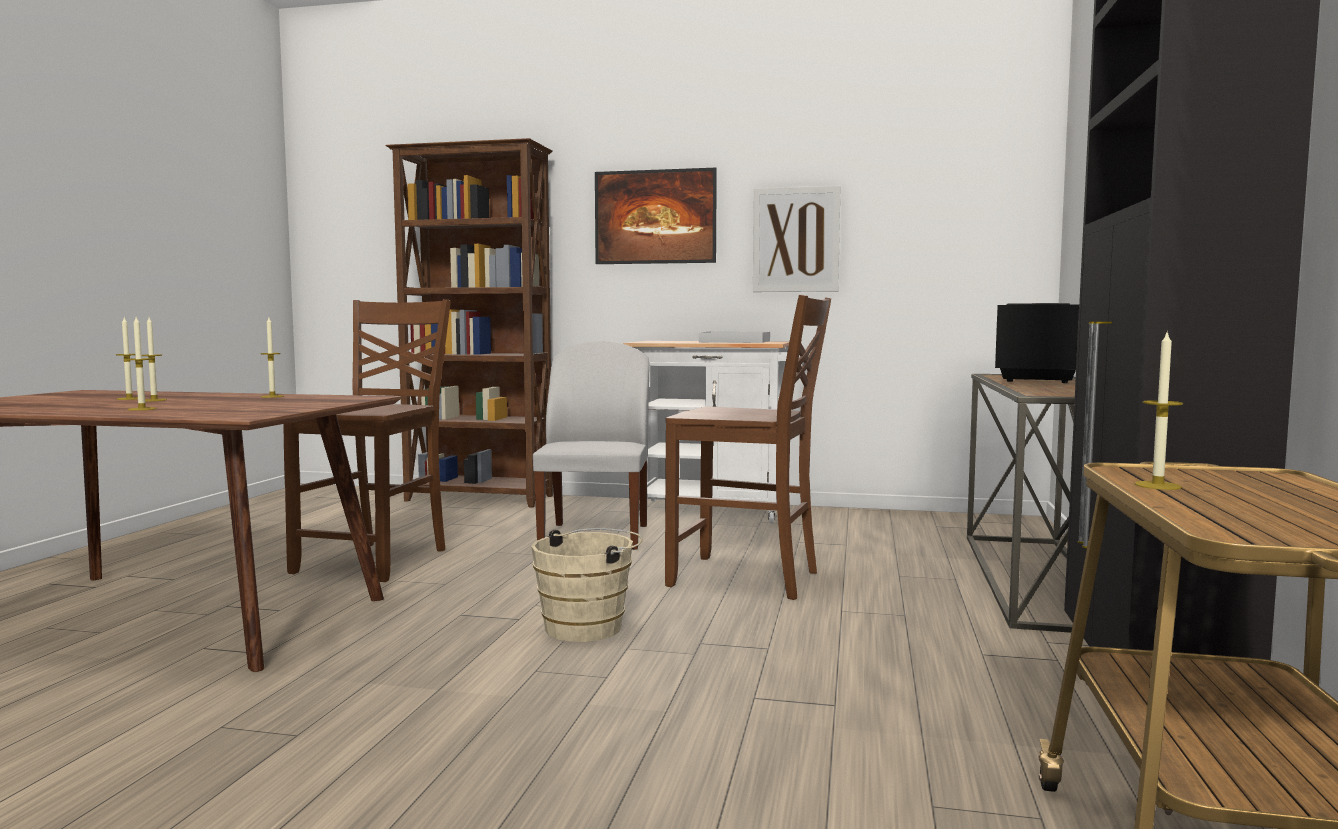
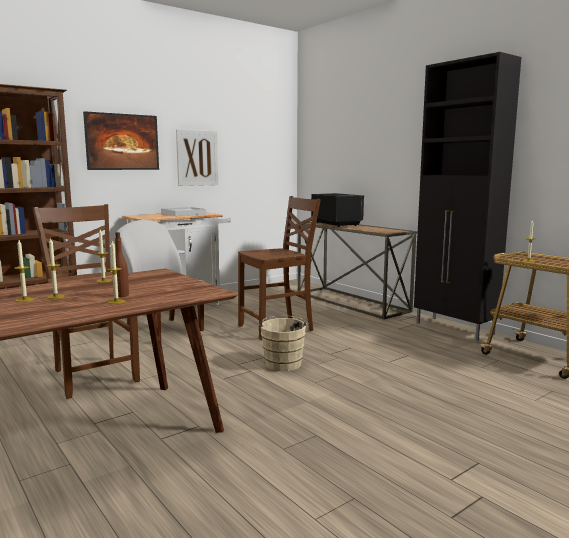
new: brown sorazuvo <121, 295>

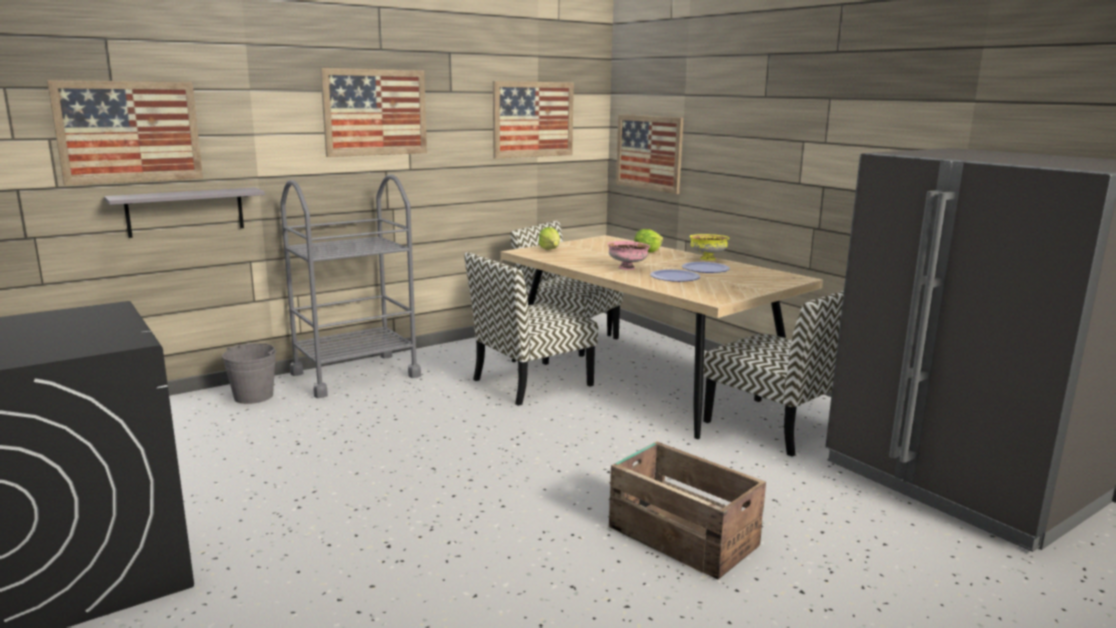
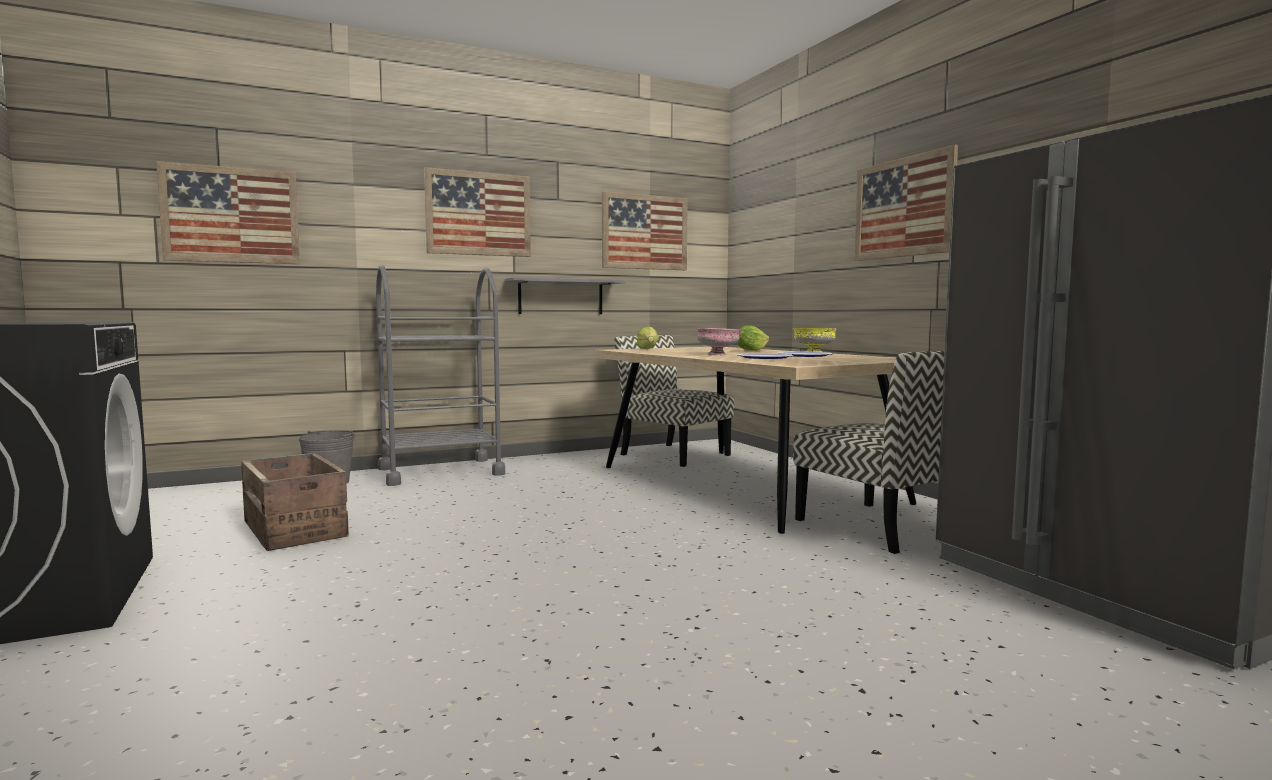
gone: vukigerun <531, 383>
shifted: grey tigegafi <185, 212> to <561, 297>; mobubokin <681, 536> to <295, 529>; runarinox <648, 152> to <903, 208>

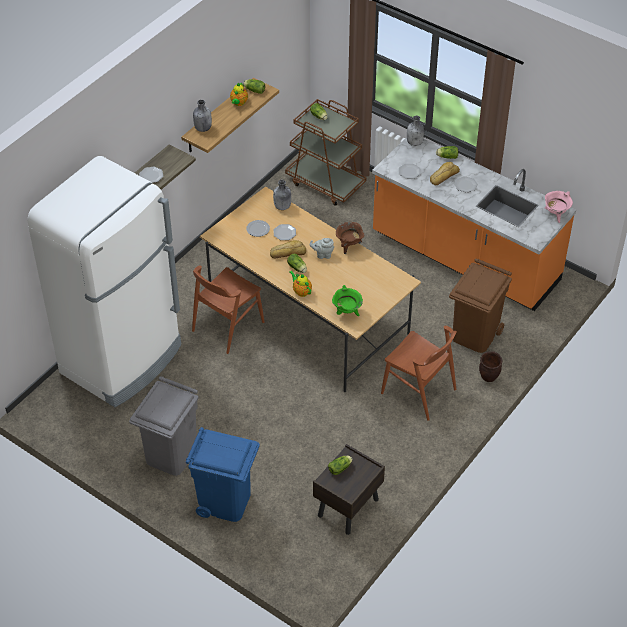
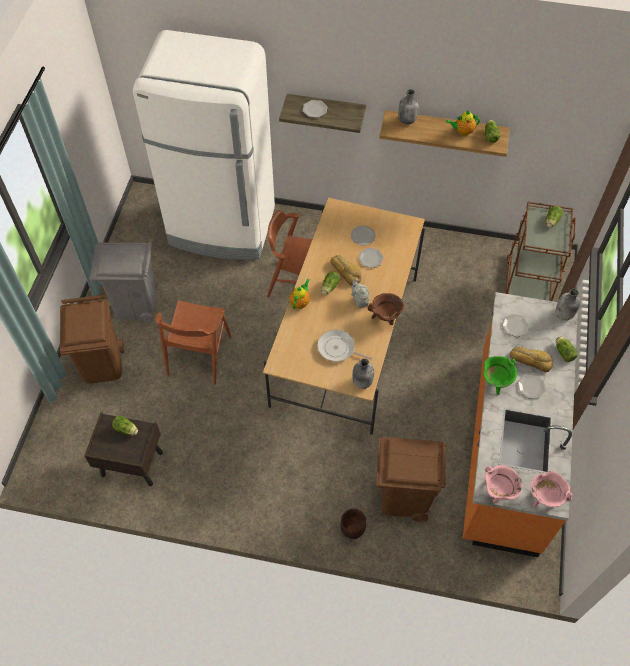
new: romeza <338, 349>; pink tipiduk <498, 491>
shifted: grey sorazuvo <282, 207> to <362, 382>; green tipiduk <347, 312> to <495, 382>; brown vukigerun <419, 391> to <199, 355>
repainted: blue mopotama <226, 501> to brown mopotama <102, 364>

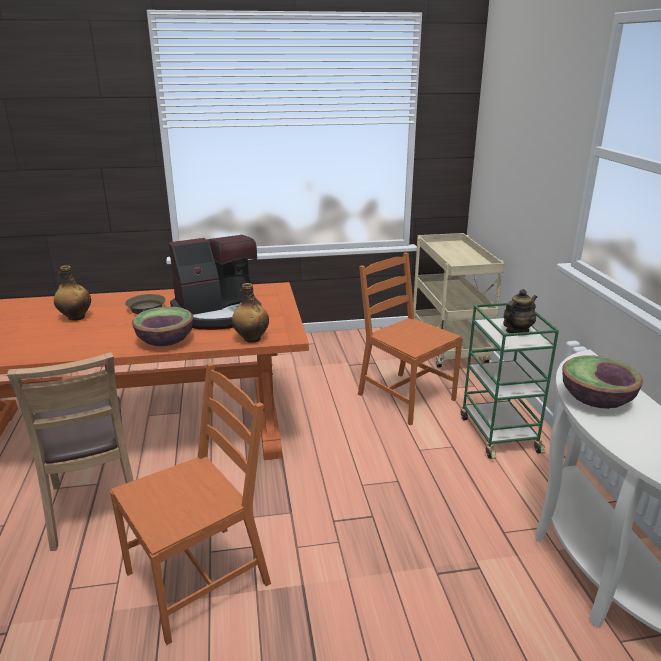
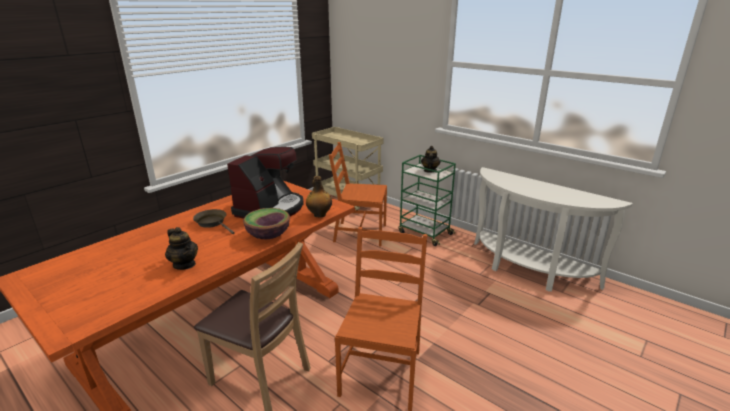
gone: sorazuvo <75, 317>; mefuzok <596, 400>
new: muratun <184, 264>

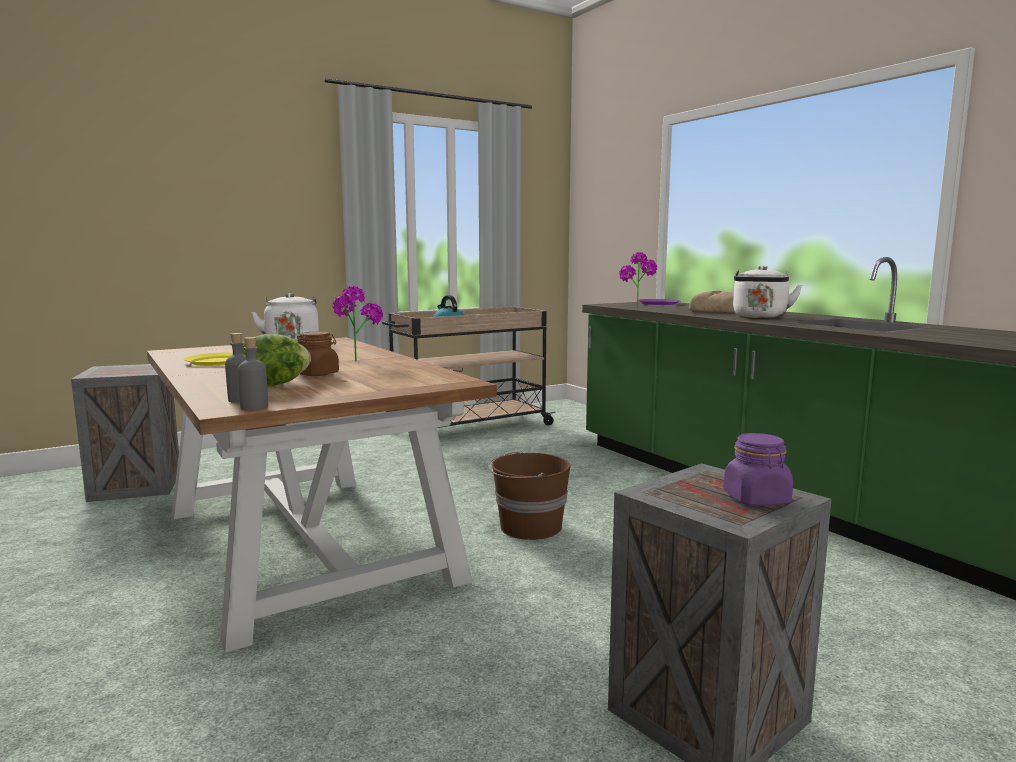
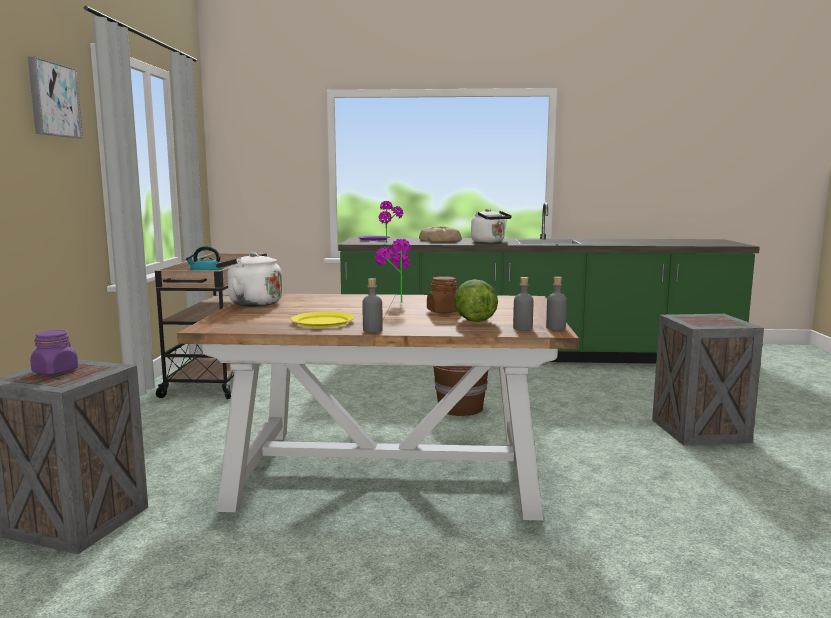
new: runarinox <53, 100>; grey sorazuvo <372, 330>
shifted: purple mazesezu <756, 499> to <55, 371>

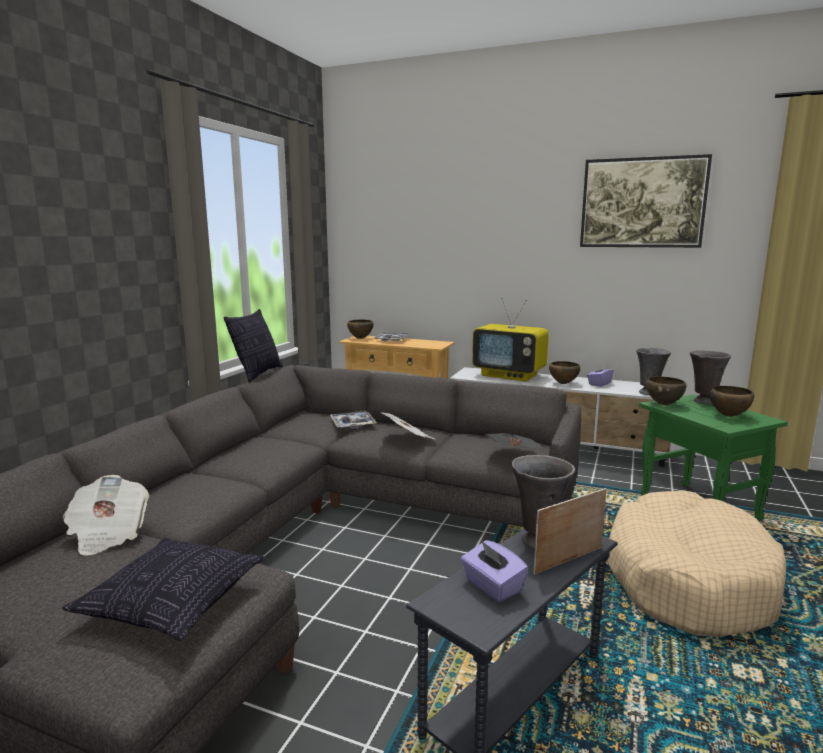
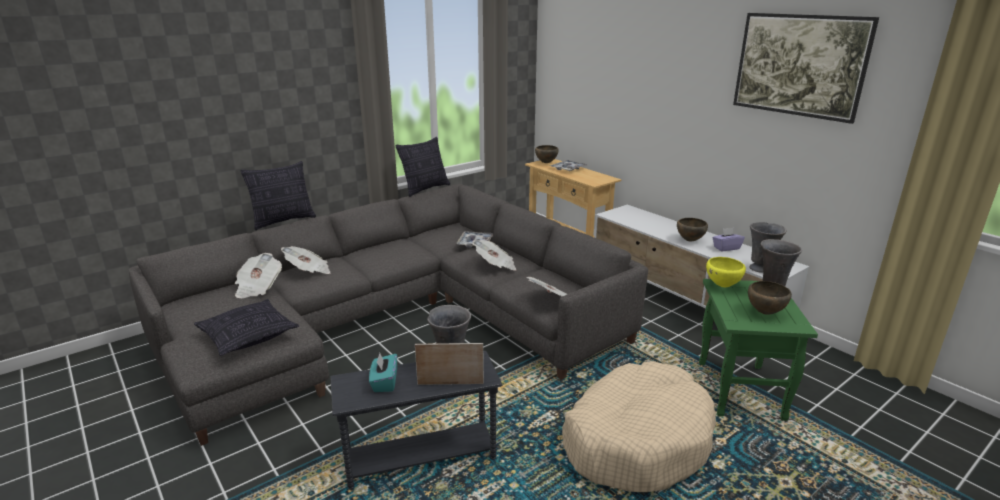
gone: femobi <510, 375>
new: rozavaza <283, 221>; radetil <309, 271>
repainted: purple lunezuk <492, 586> to turquoise lunezuk <384, 382>; brown mefuzok <663, 404> to yellow mefuzok <723, 285>

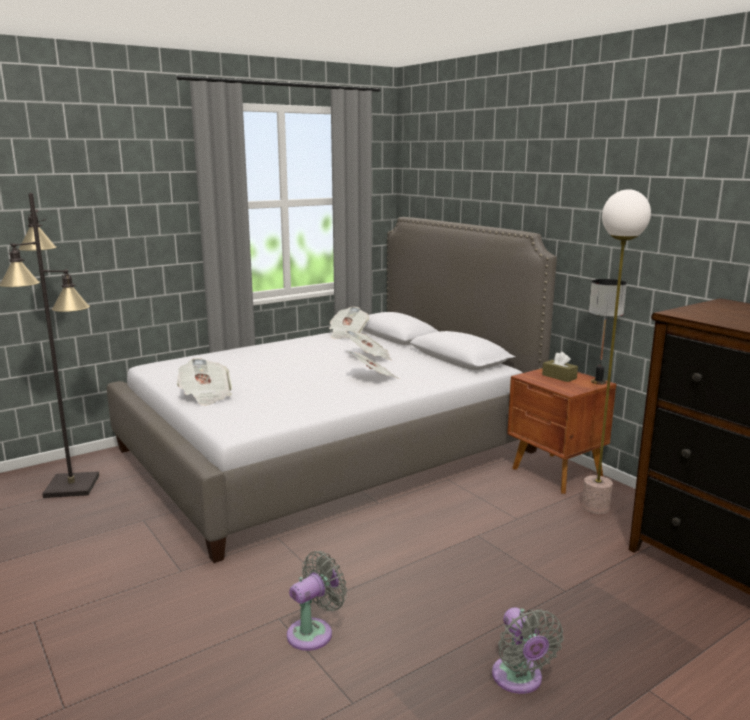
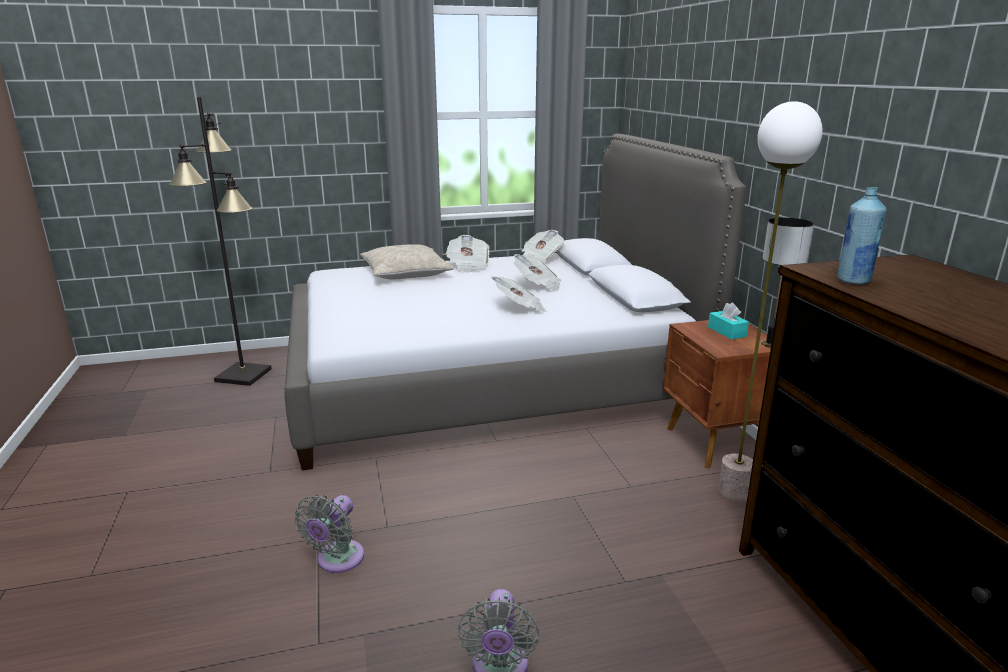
new: beige rozavaza <406, 273>; blue sorazuvo <853, 281>
shifted: radetil <206, 396> to <468, 266>
repainted: brown lunezuk <559, 377> to turquoise lunezuk <726, 332>
rotated: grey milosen <314, 632> = <337, 560> 135 degrees clockwise

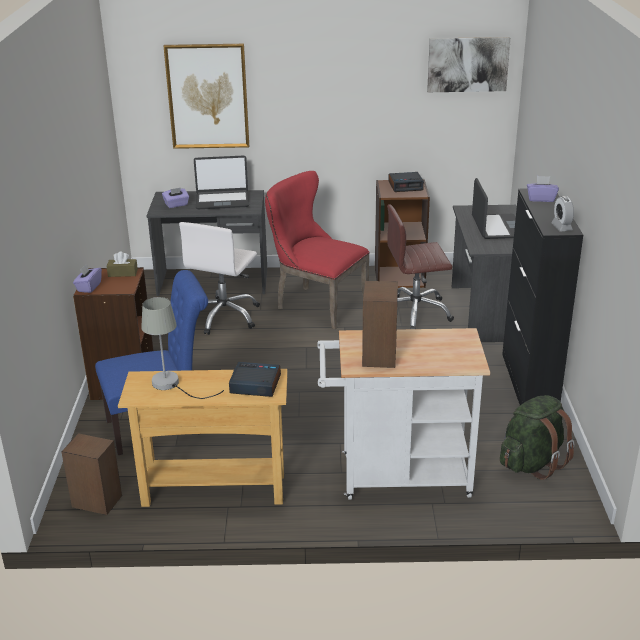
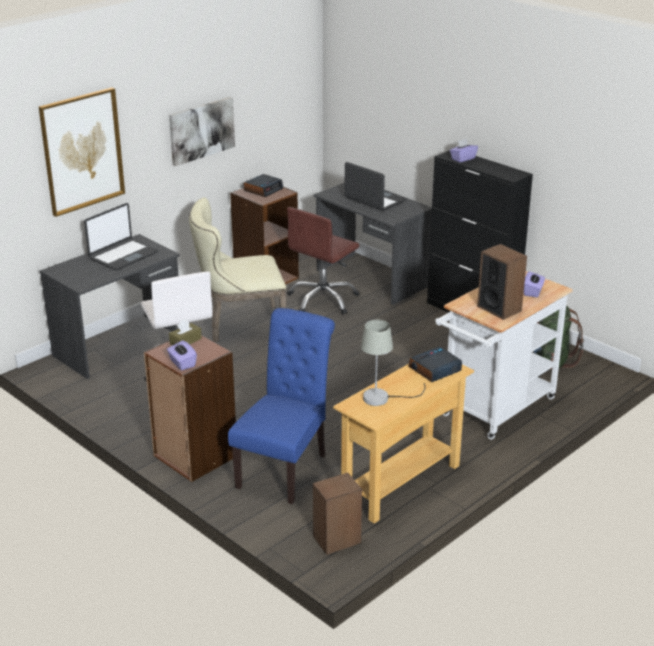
gone: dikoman <561, 227>
shifted: purple lunezuk <176, 205> to <533, 292>; runarinox <468, 64> to <201, 130>
repainted: red vukigerun <316, 304> to beige vukigerun <239, 326>

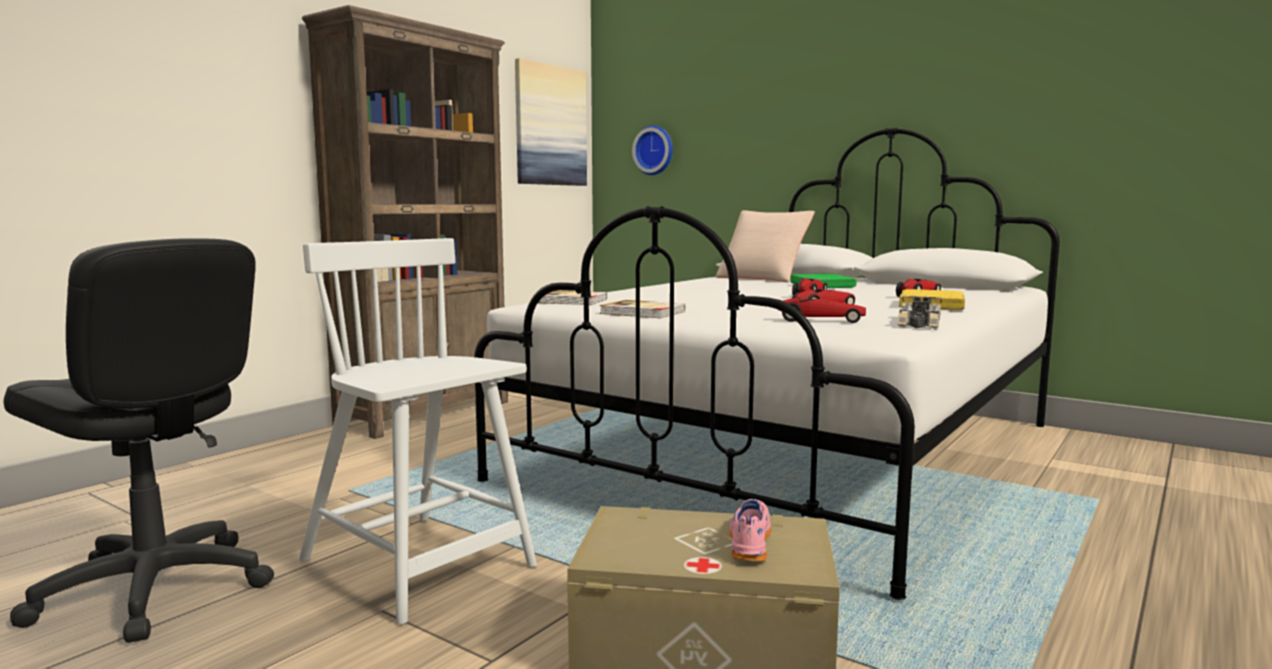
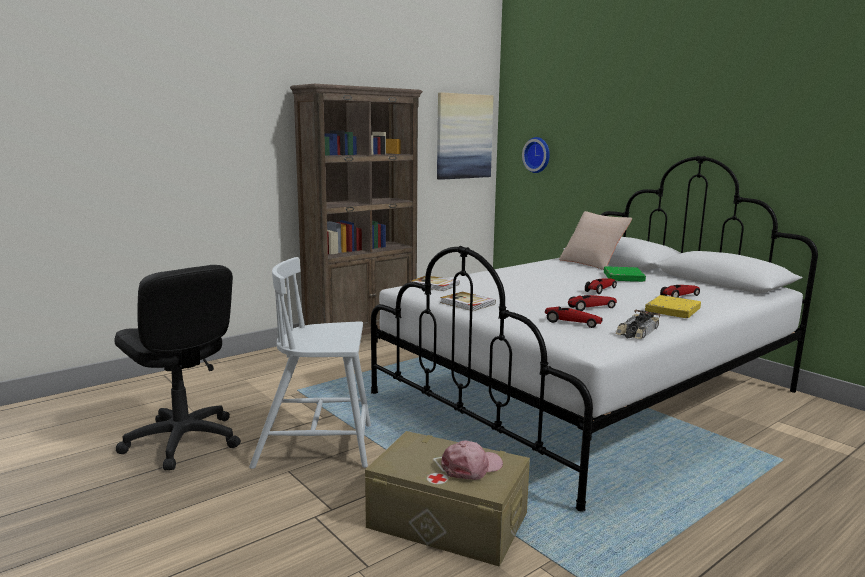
swapped: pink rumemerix <748, 542> to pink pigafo <472, 467>
rotated: white vukigerun <419, 565> = <317, 446> 60 degrees counterclockwise

